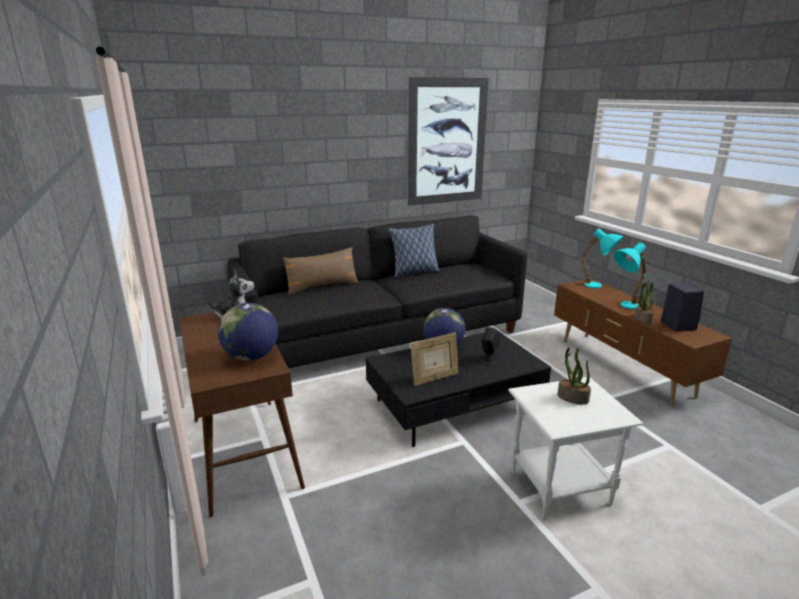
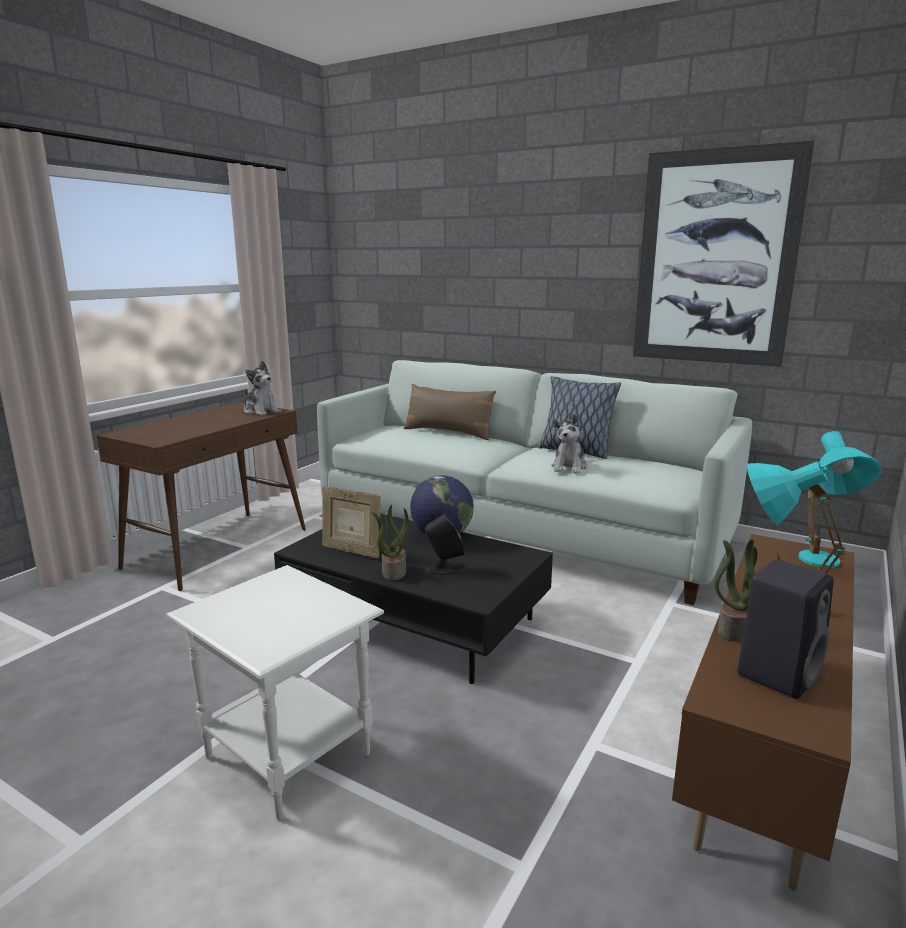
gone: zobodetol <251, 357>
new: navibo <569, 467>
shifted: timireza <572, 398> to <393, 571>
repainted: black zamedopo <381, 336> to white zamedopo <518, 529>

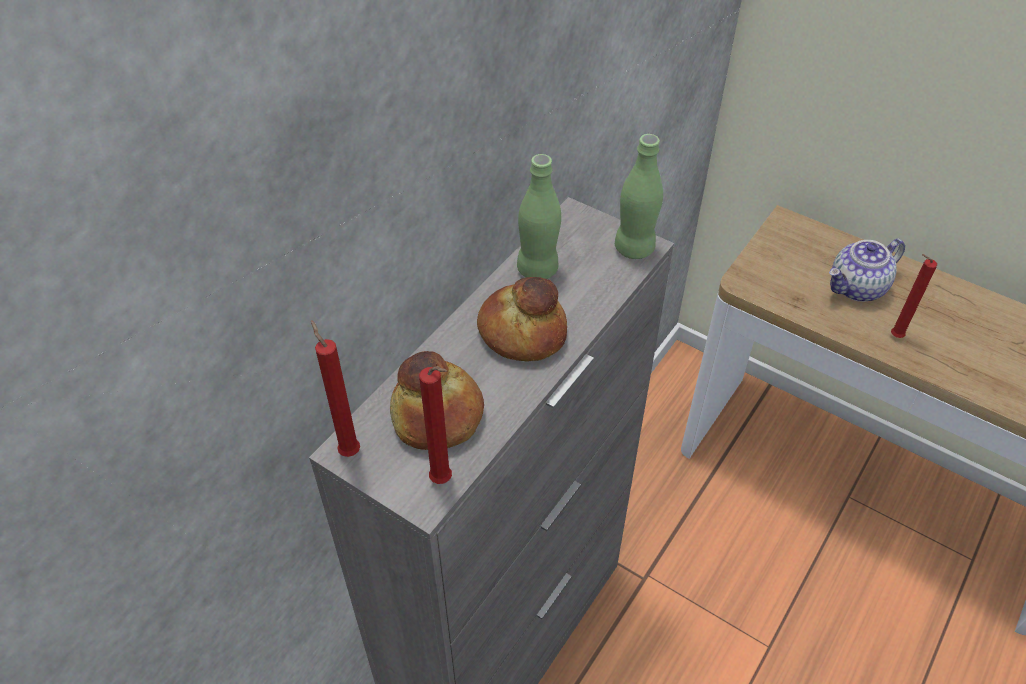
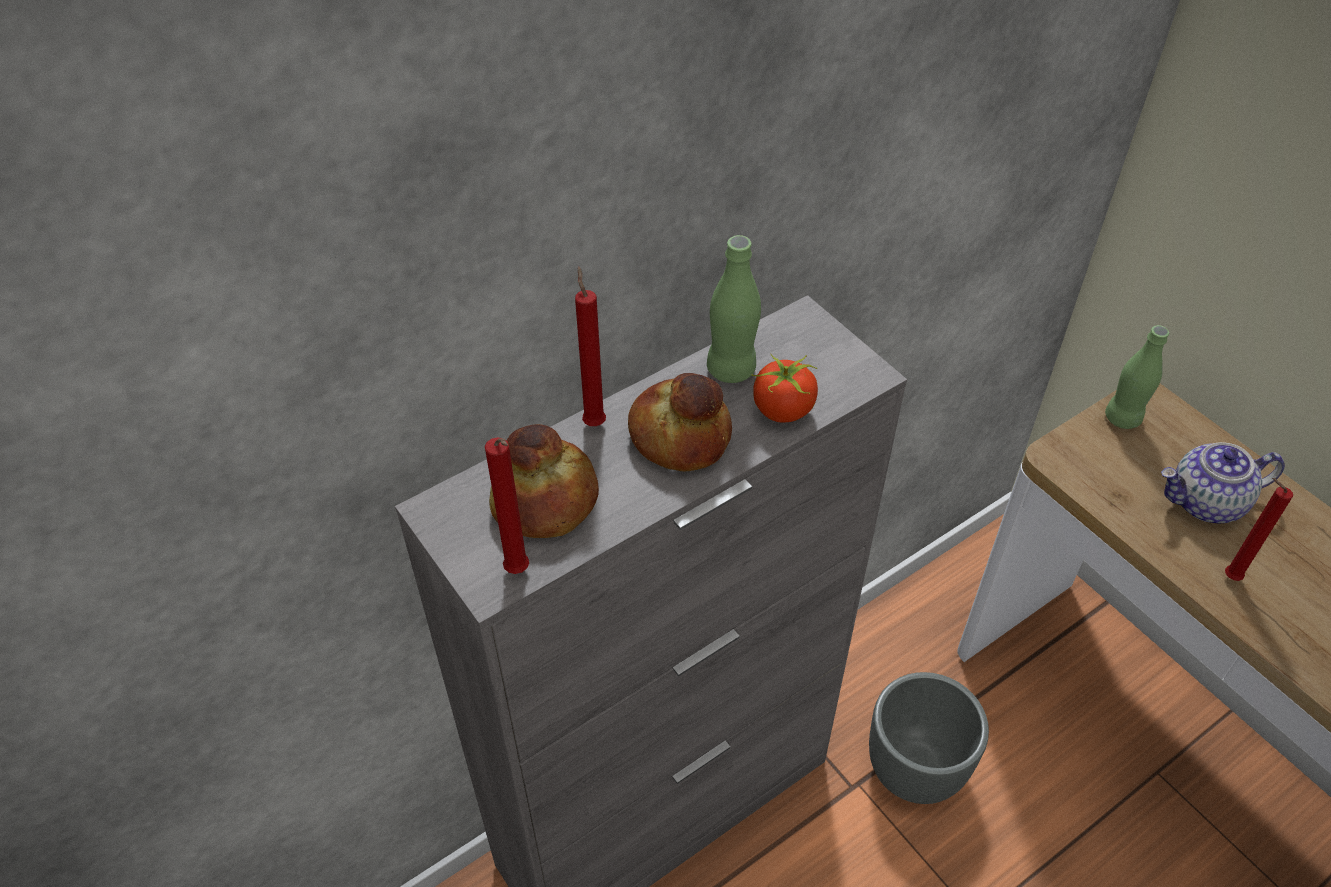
new: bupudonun <782, 411>; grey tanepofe <915, 770>
shifted: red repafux <348, 450> to <593, 421>; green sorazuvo <634, 248> to <1122, 418>

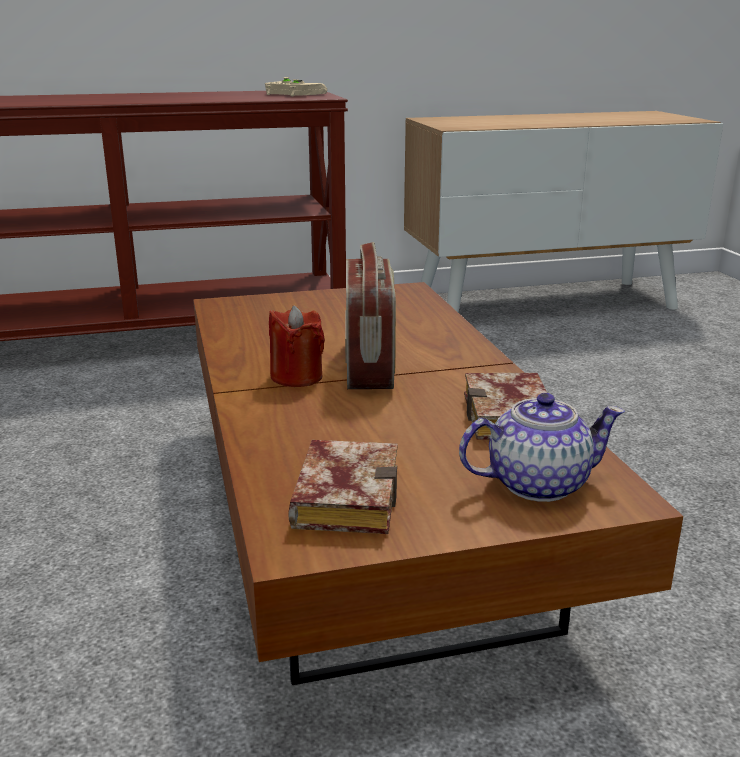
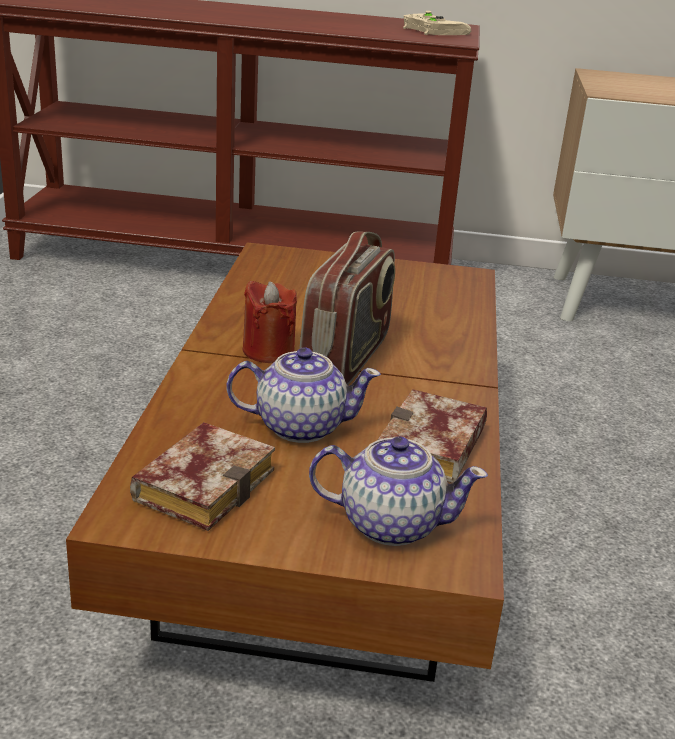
new: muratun <299, 426>

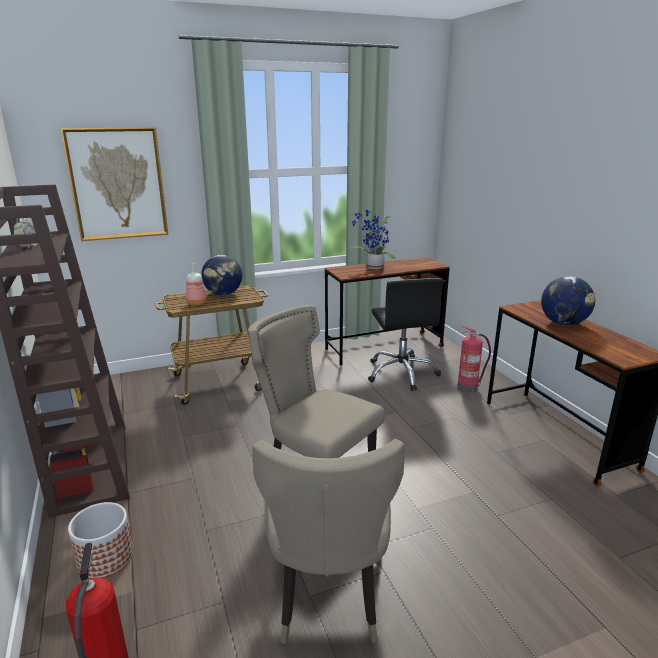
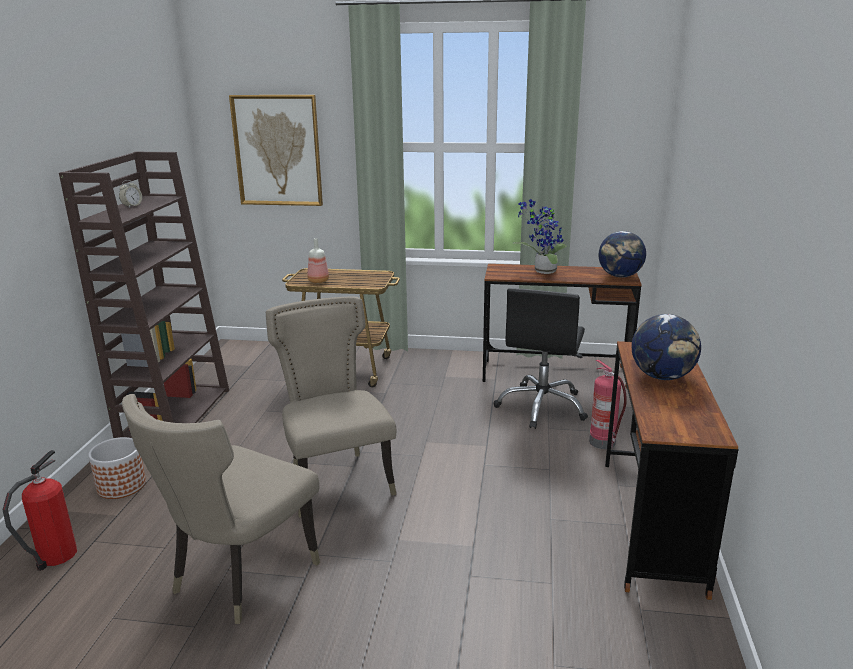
shifted: zobodetol <223, 294> to <620, 276>

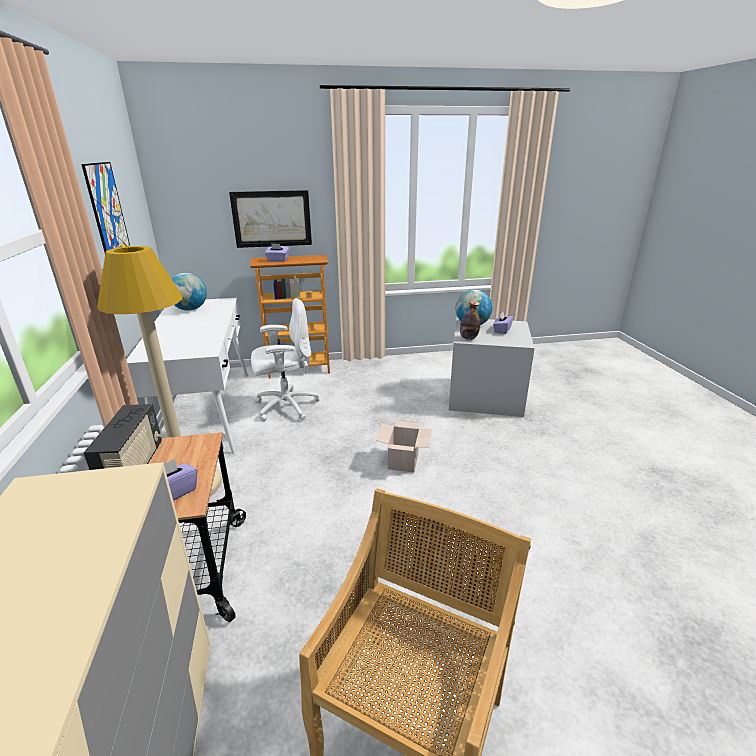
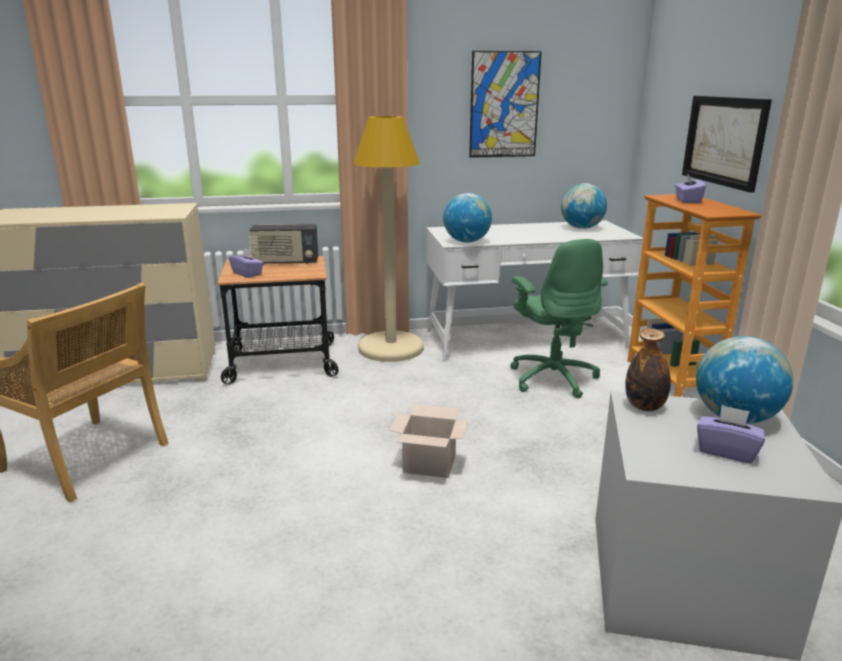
new: zobodetol <466, 241>
repainted: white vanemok <285, 406> to green vanemok <553, 378>

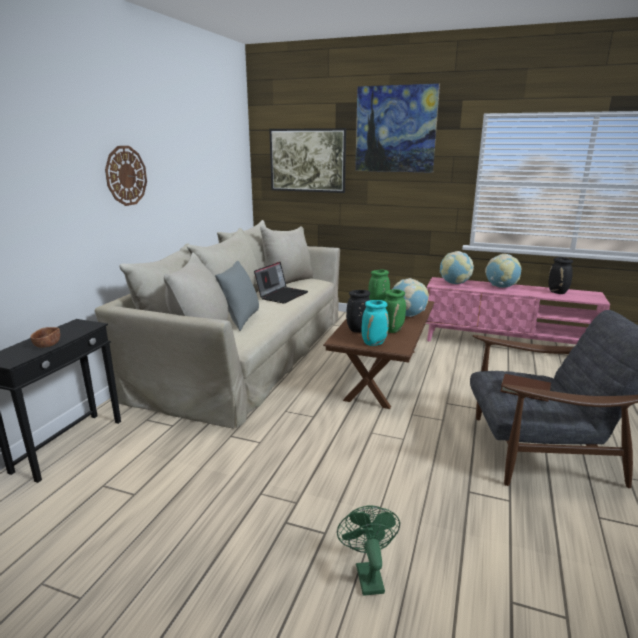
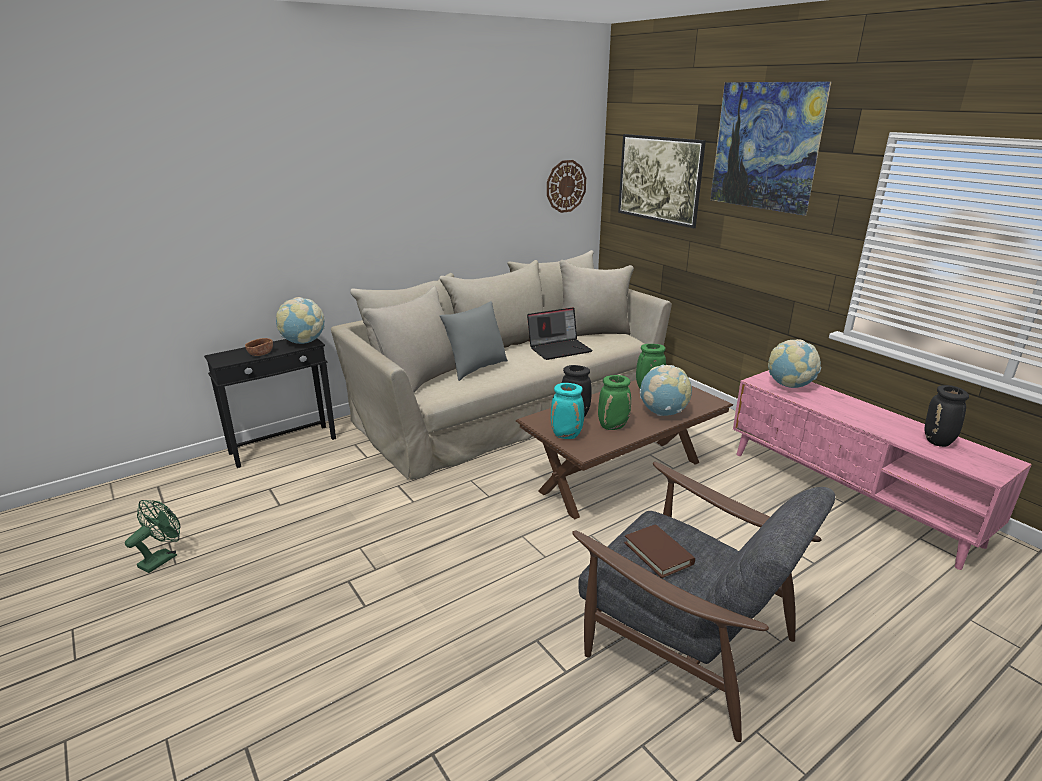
shifted: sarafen <126, 175> to <566, 186>; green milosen <367, 574> to <162, 558>; zobodetol <501, 287> to <303, 342>

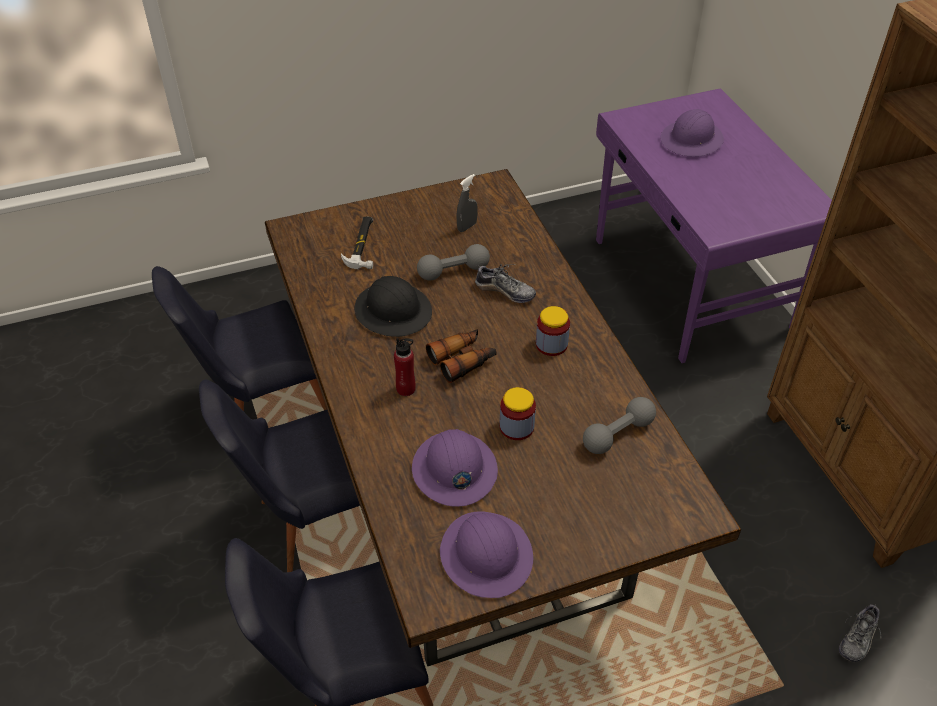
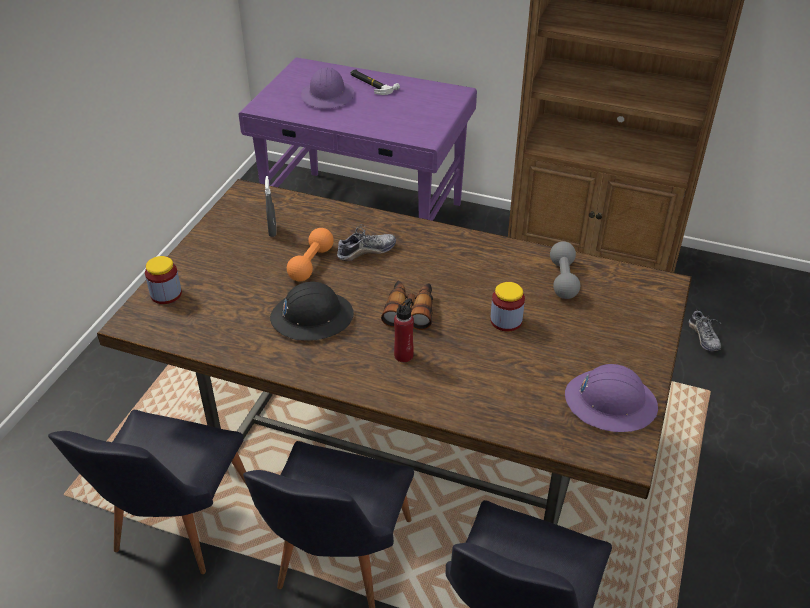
gone: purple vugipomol <454, 470>
shifted: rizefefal <362, 245> to <372, 84>; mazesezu <551, 344> to <166, 294>
repainted: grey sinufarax <453, 271> to orange sinufarax <311, 264>

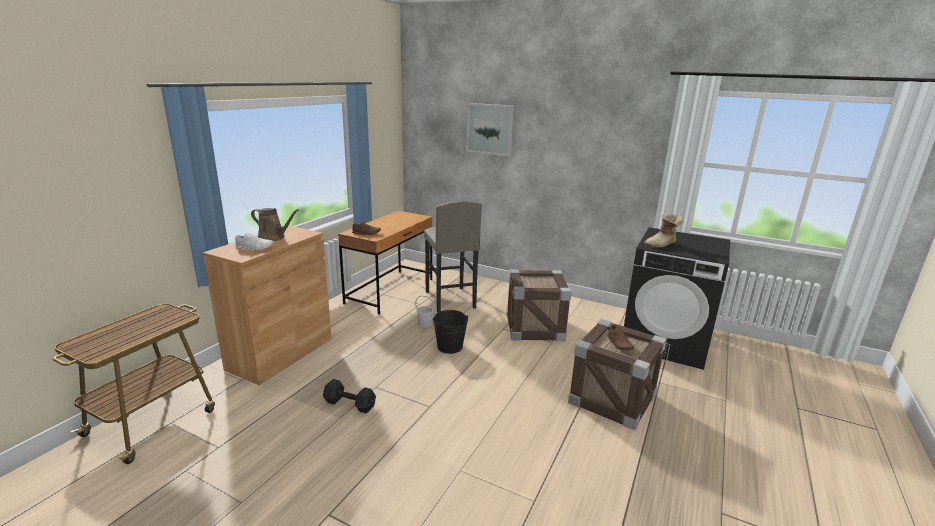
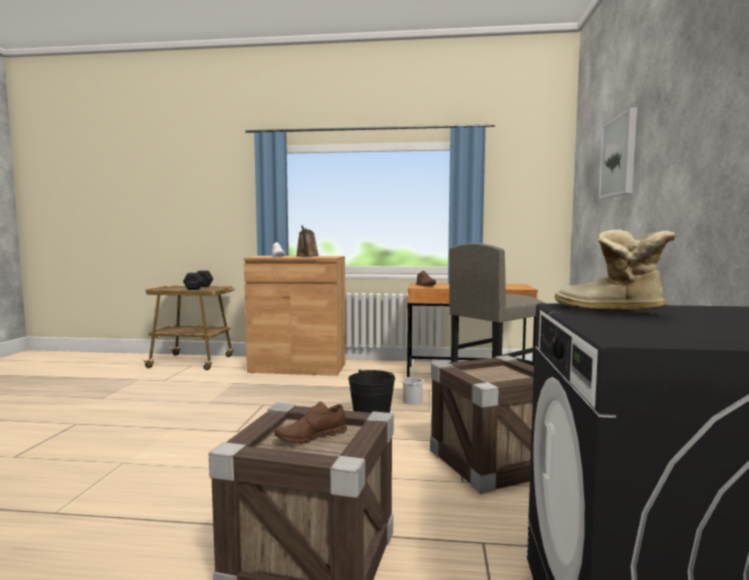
shifted: black sinufarax <350, 405> to <198, 288>

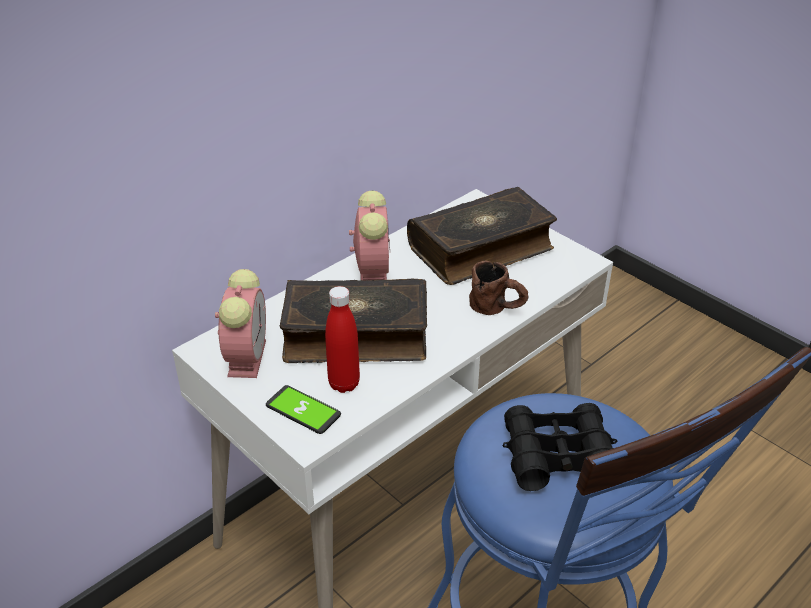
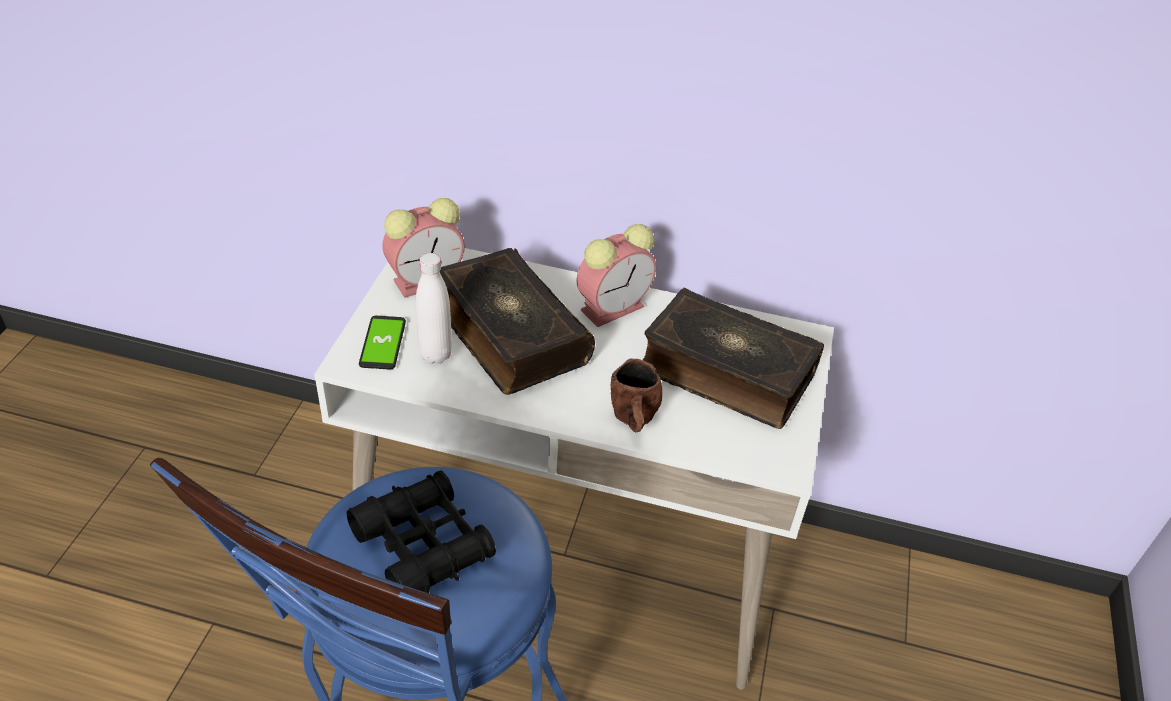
repainted: red sorazuvo <344, 384> to white sorazuvo <435, 354>

